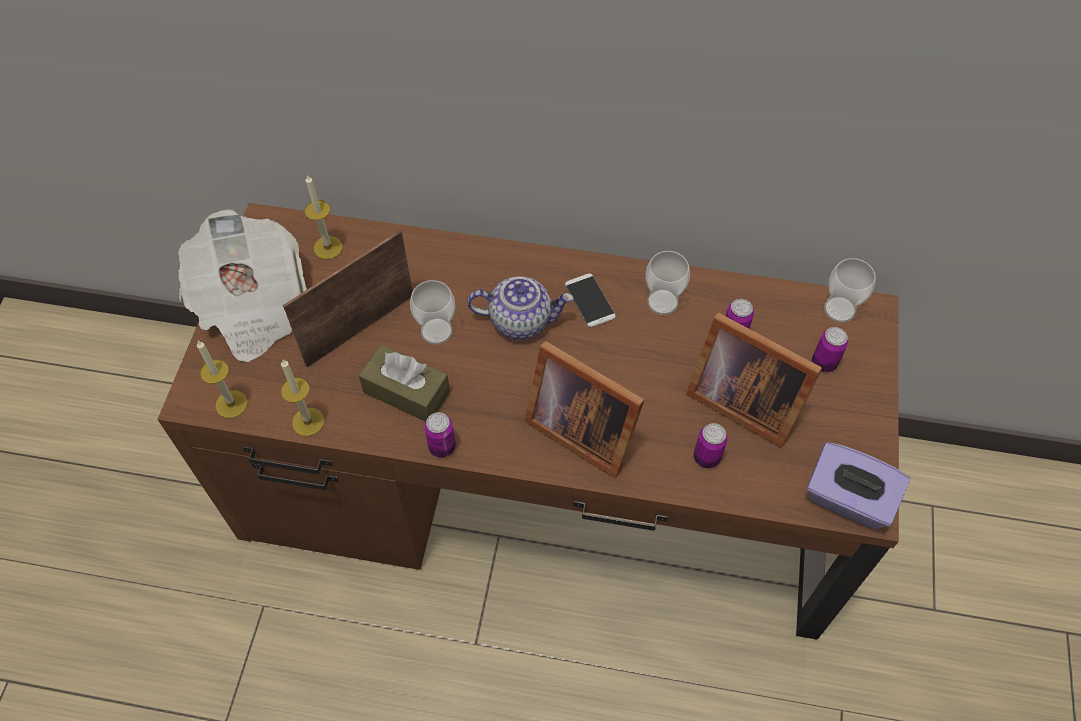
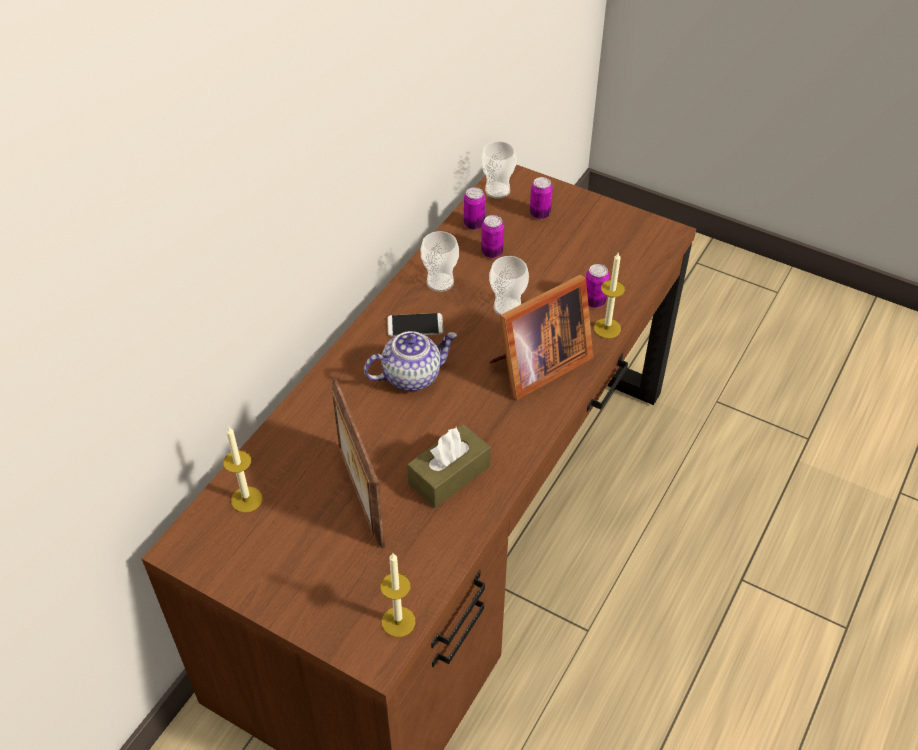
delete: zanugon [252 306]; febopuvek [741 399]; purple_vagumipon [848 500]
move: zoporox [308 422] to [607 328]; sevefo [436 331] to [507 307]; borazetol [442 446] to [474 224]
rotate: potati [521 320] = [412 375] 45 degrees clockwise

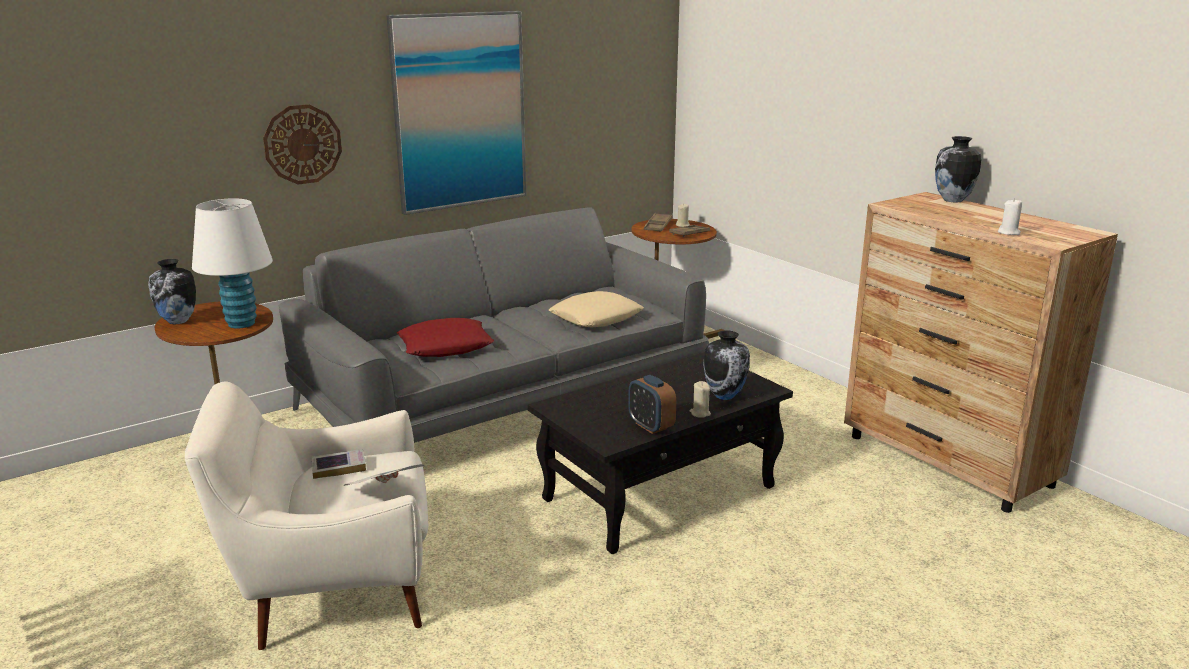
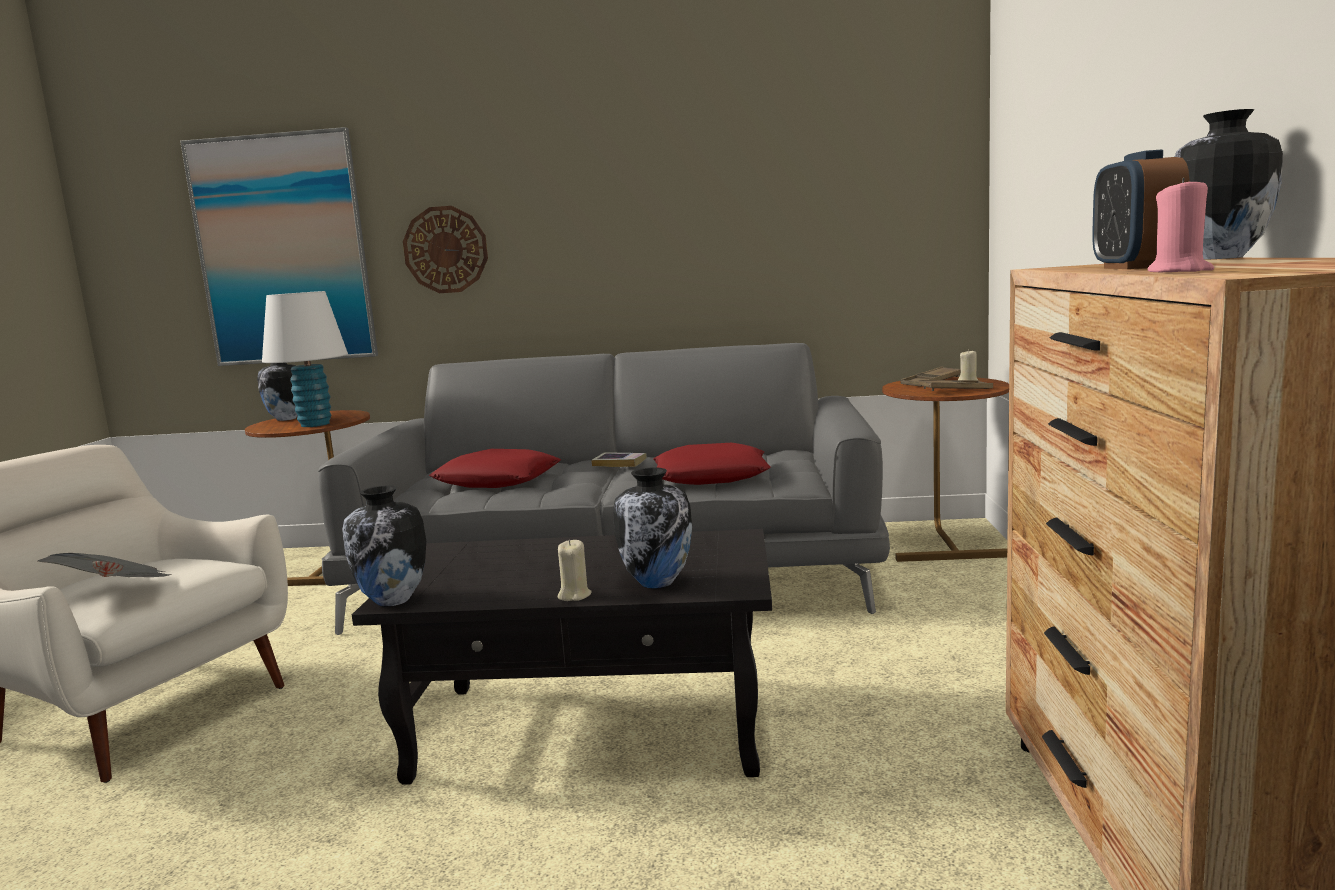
insert: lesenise [393 601]
move: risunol [339 467] to [619 463]; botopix [460 111] to [283 250]; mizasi [651 426] to [1135 267]
recolor: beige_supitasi [596 317] to red_supitasi [711 476]; white_zoporox [1009 233] to pink_zoporox [1179 271]

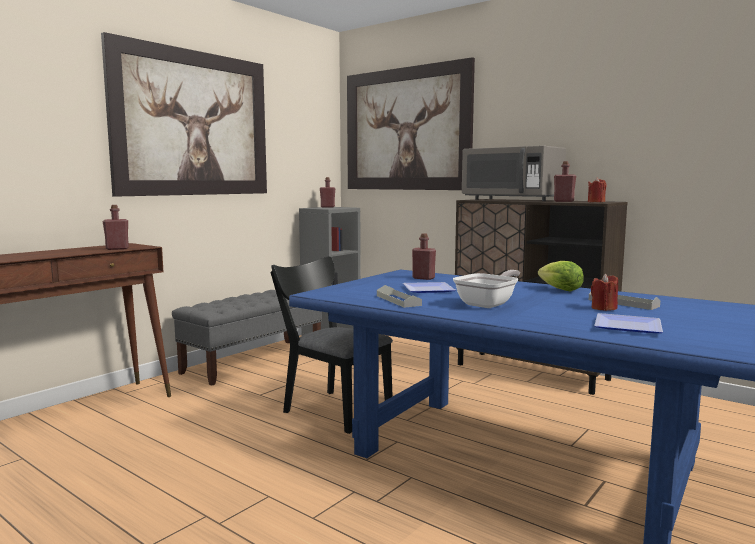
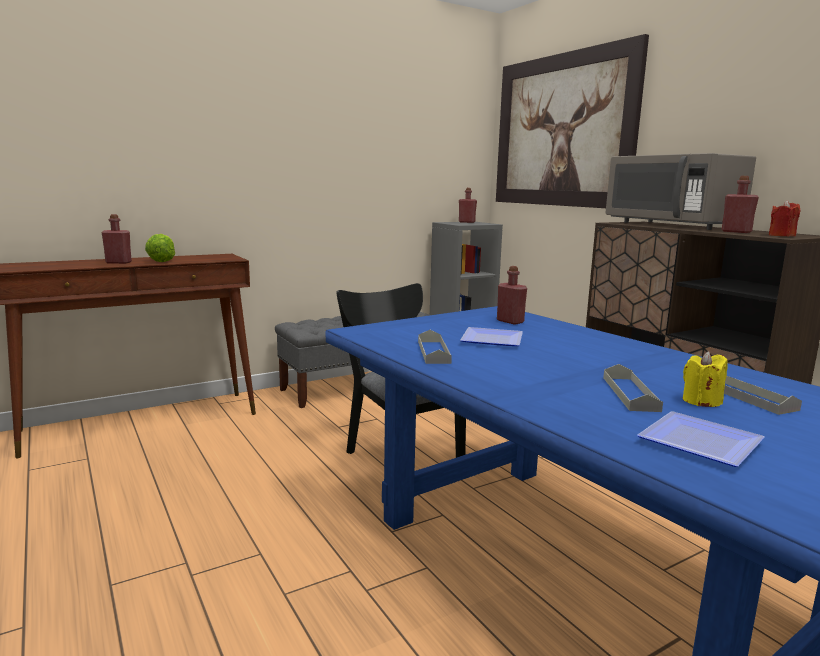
delete: botopix [193 124]; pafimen [489 304]
insert: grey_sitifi [630 393]
move: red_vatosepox [117 249] to [118 262]; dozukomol [560 290] to [162 261]
recolor: red_zoporox [603 308] to yellow_zoporox [701 401]

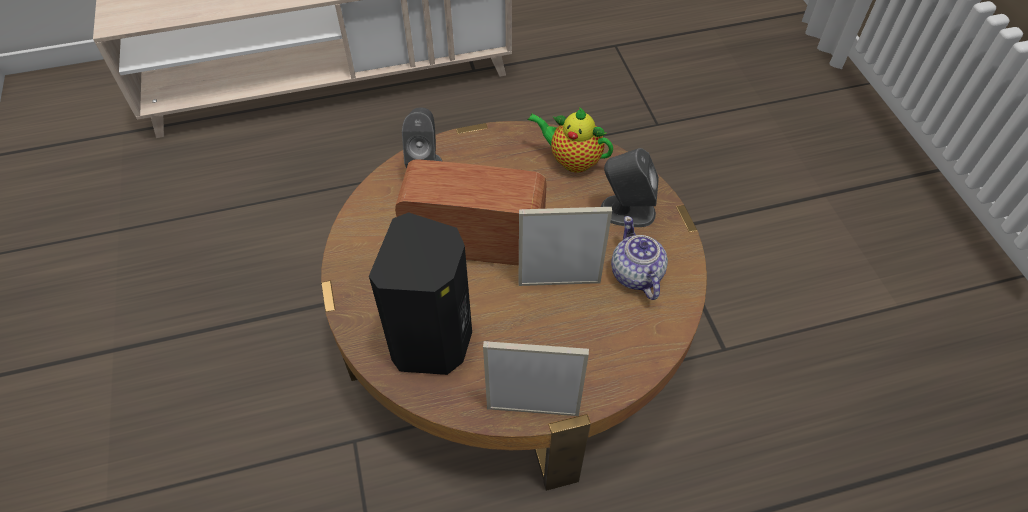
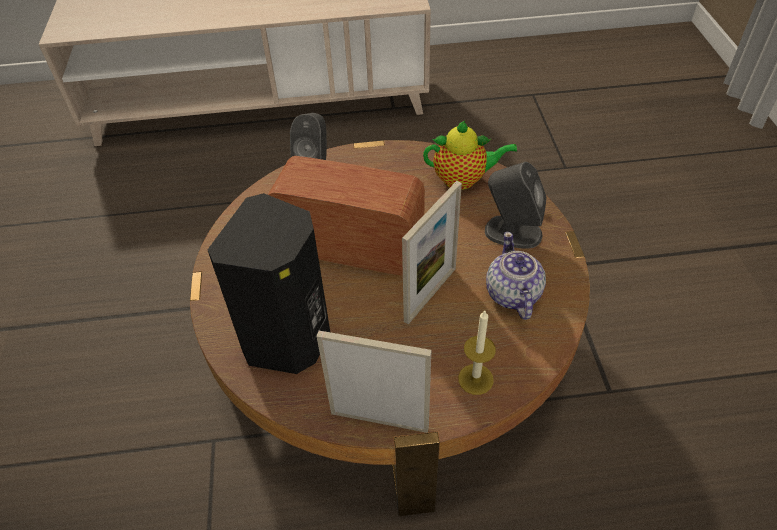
insert: zoporox [475 379]
rotate: febopuvek [559 282] = [430 294] 120 degrees clockwise; potati [572 160] = [463 180] 150 degrees clockwise

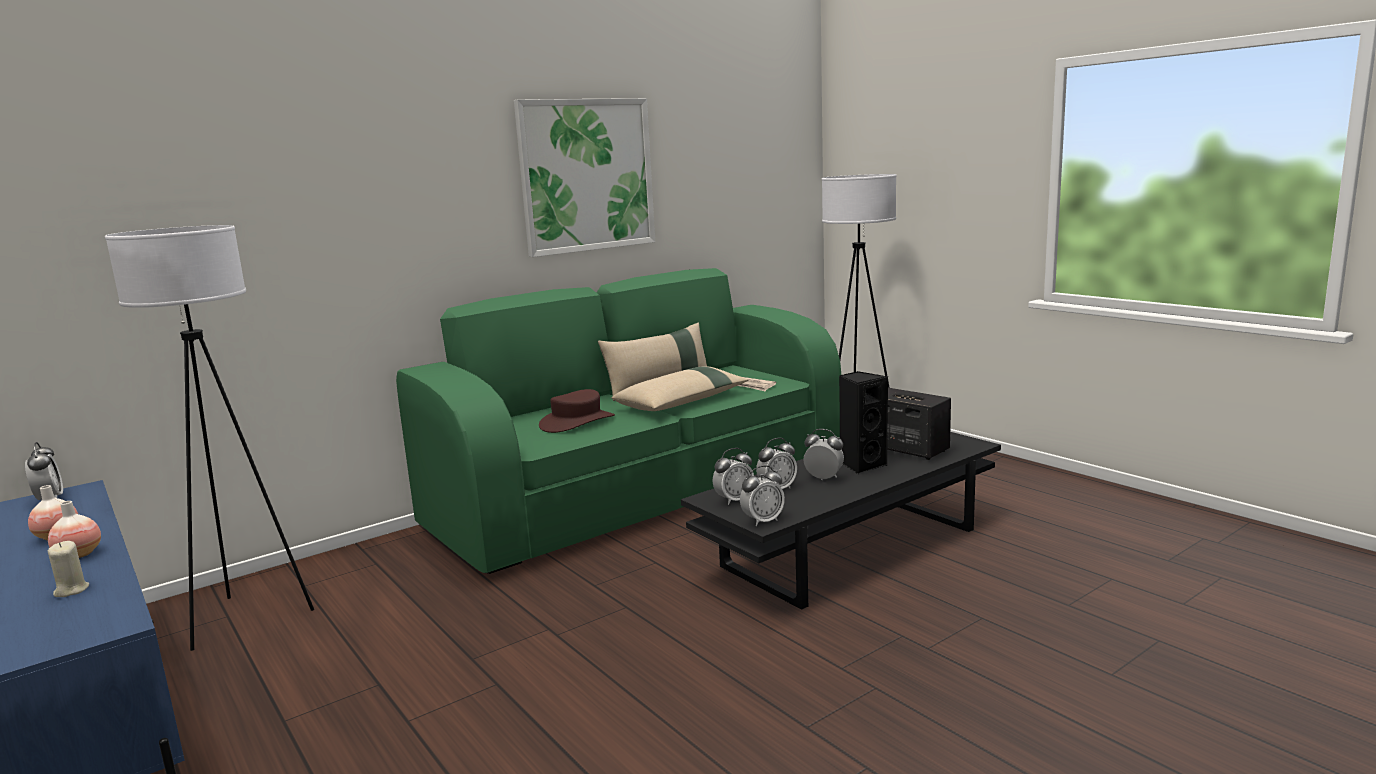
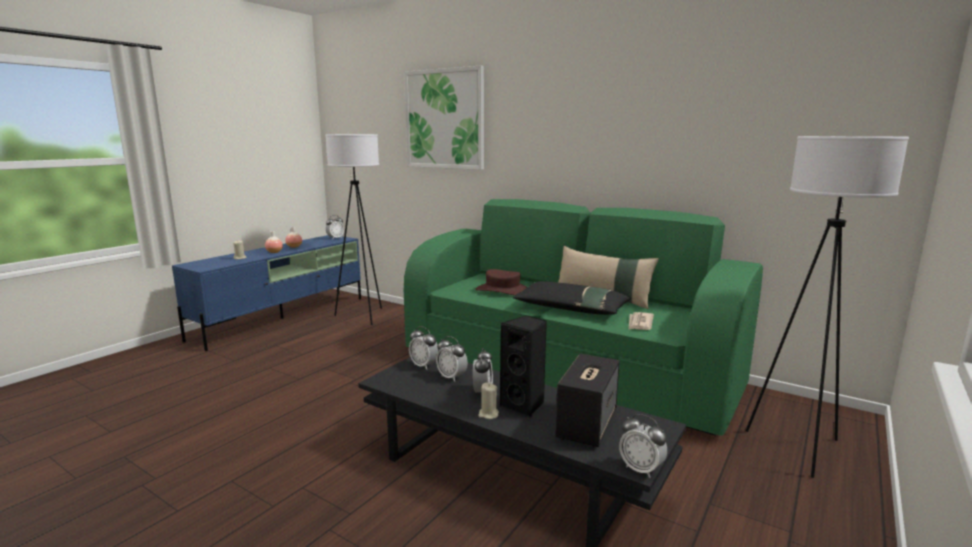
insert: beige_zoporox [488 414]
move: botopix [587 175] to [444 119]; mizasi [762 521] to [641 469]
recolor: beige_supitasi [682 402] to black_supitasi [571 309]

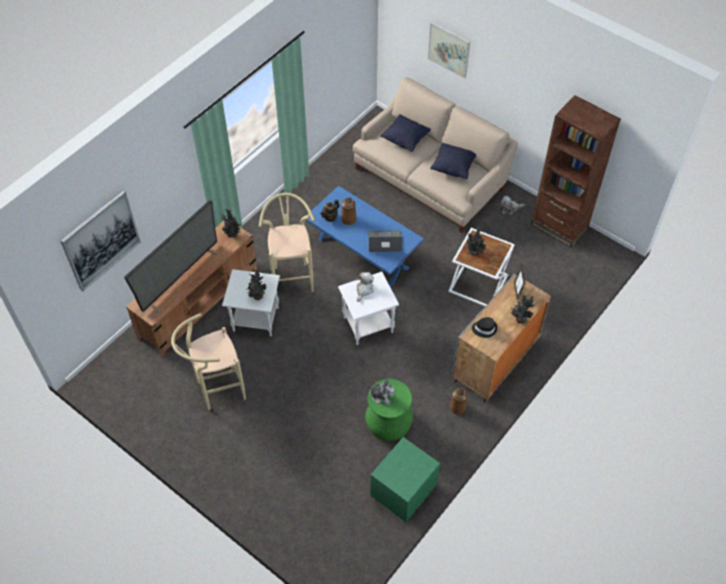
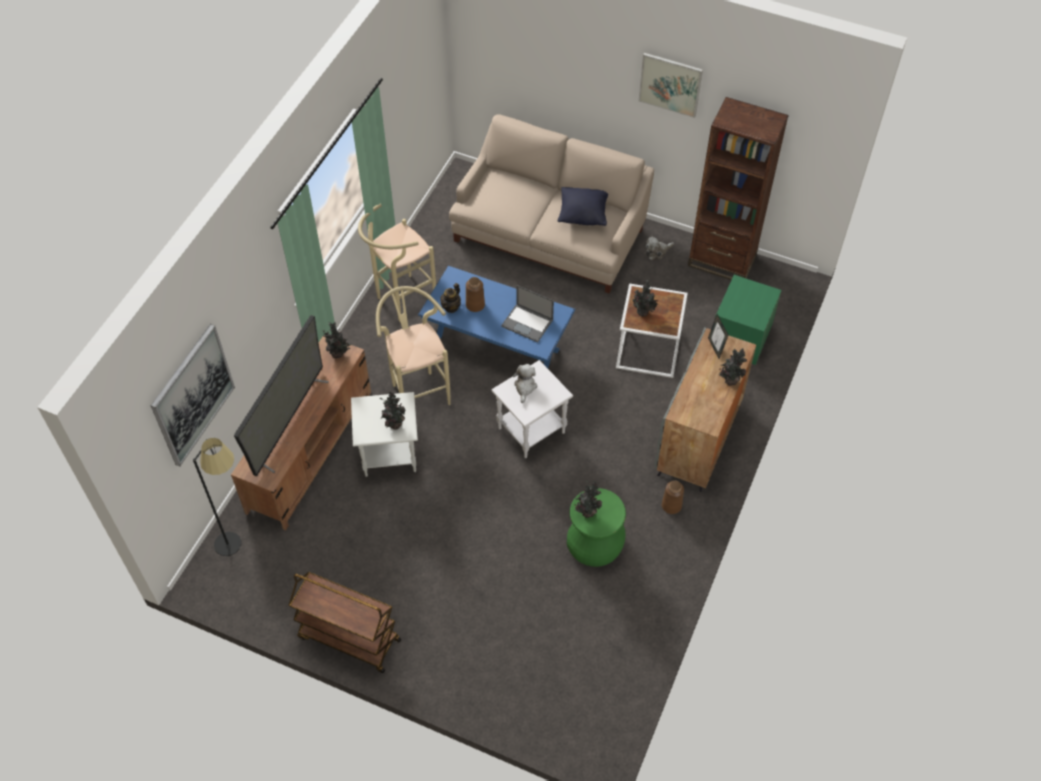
delete: black_supitasi [405 140]; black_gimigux [484 328]
insert: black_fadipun [240 545]; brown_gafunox [348 639]
move: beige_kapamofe [216 391] to [401 302]; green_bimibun [403 491] to [741 338]; botopix [449 49] to [670 84]
replace: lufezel [381 395] to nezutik [587 511]
rotate: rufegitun [384 242] = [528 323] 135 degrees counterclockwise

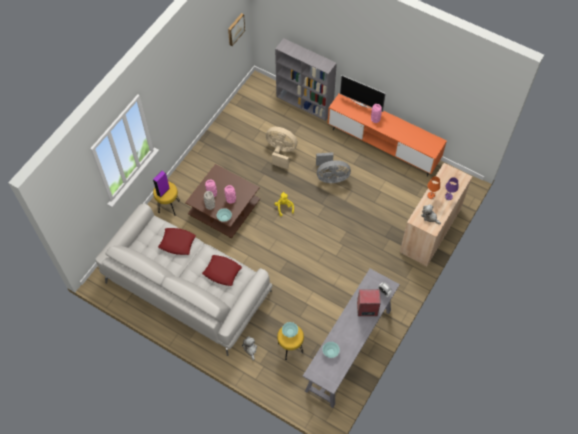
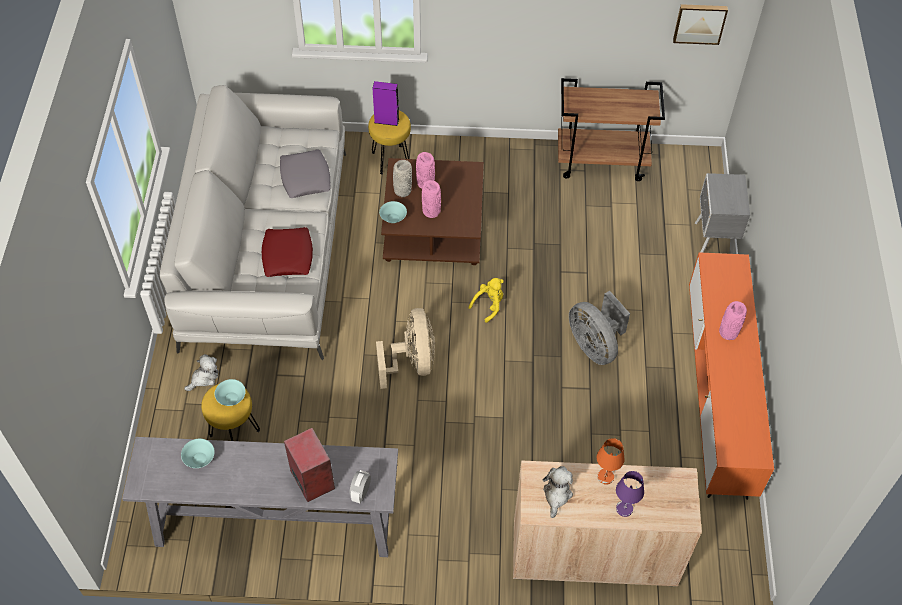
delete: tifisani [361 103]
insert: brown_gafunox [602 161]
move: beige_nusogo [281 152] to [412 362]
replace: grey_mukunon [305 103] to grey_bimibun [712 242]
recolor: red_supitasi [177 243] to grey_supitasi [305 177]

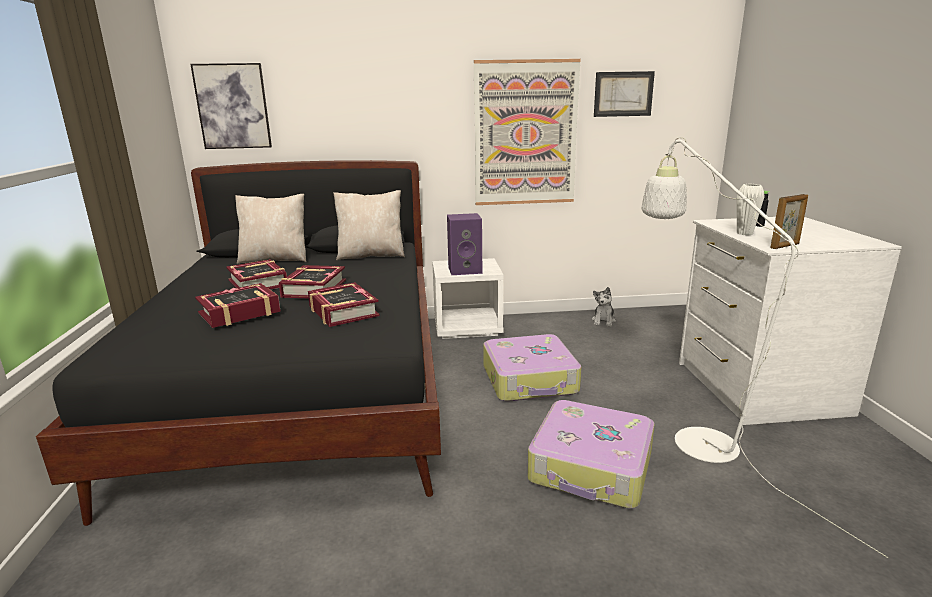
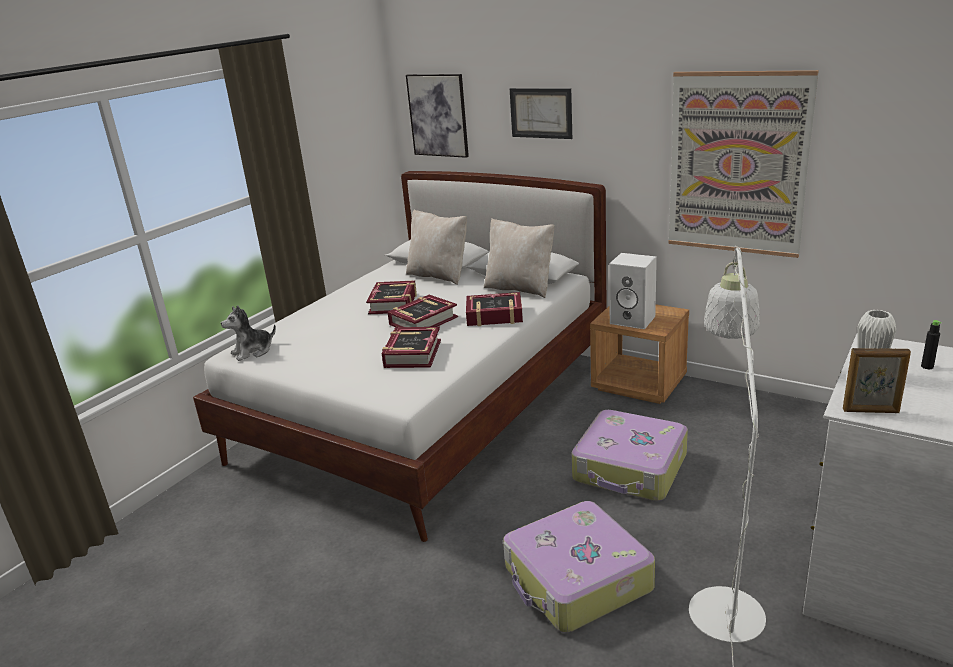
move: risunol [239 312] to [494 316]; lufezel [603 321] to [253 352]; botopix [623 94] to [541 113]
recolor: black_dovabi [304 392] to white_dovabi [426 409]; white_bimibun [467 327] to brown_bimibun [639 384]; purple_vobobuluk [465 270] to white_vobobuluk [634 320]

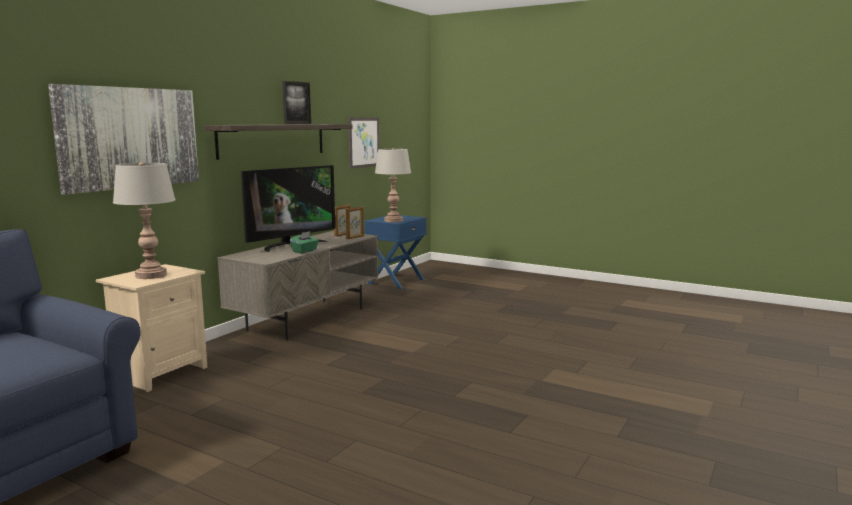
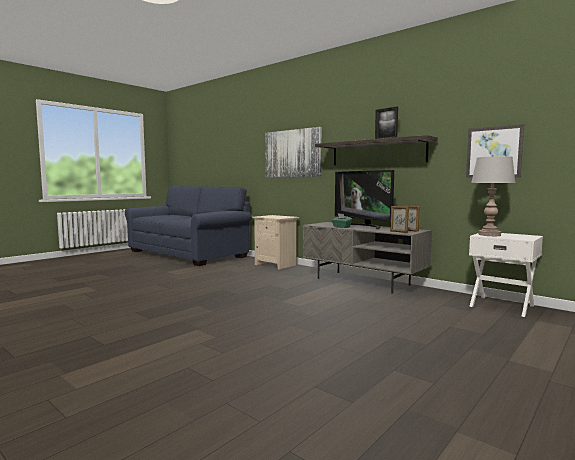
delete: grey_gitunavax [151 275]
recolor: blue_bimibun [395 281] to white_bimibun [502 305]

